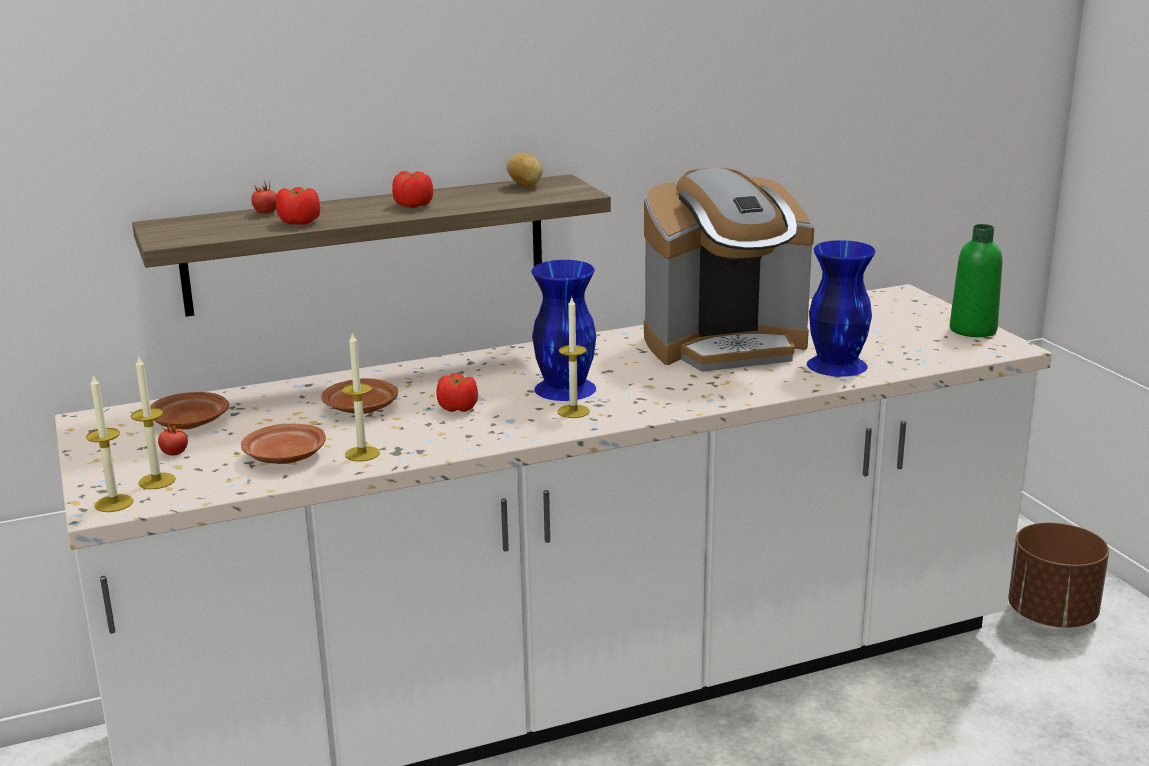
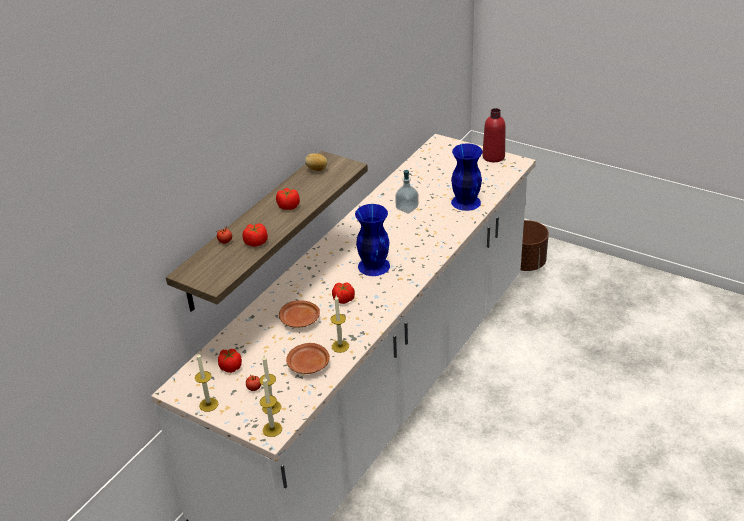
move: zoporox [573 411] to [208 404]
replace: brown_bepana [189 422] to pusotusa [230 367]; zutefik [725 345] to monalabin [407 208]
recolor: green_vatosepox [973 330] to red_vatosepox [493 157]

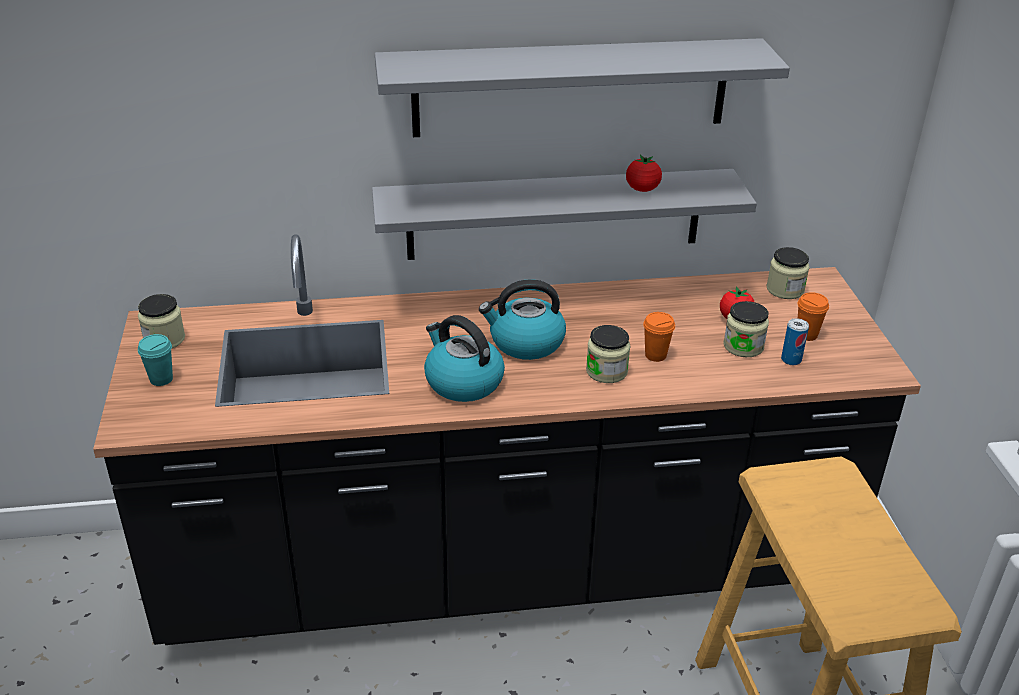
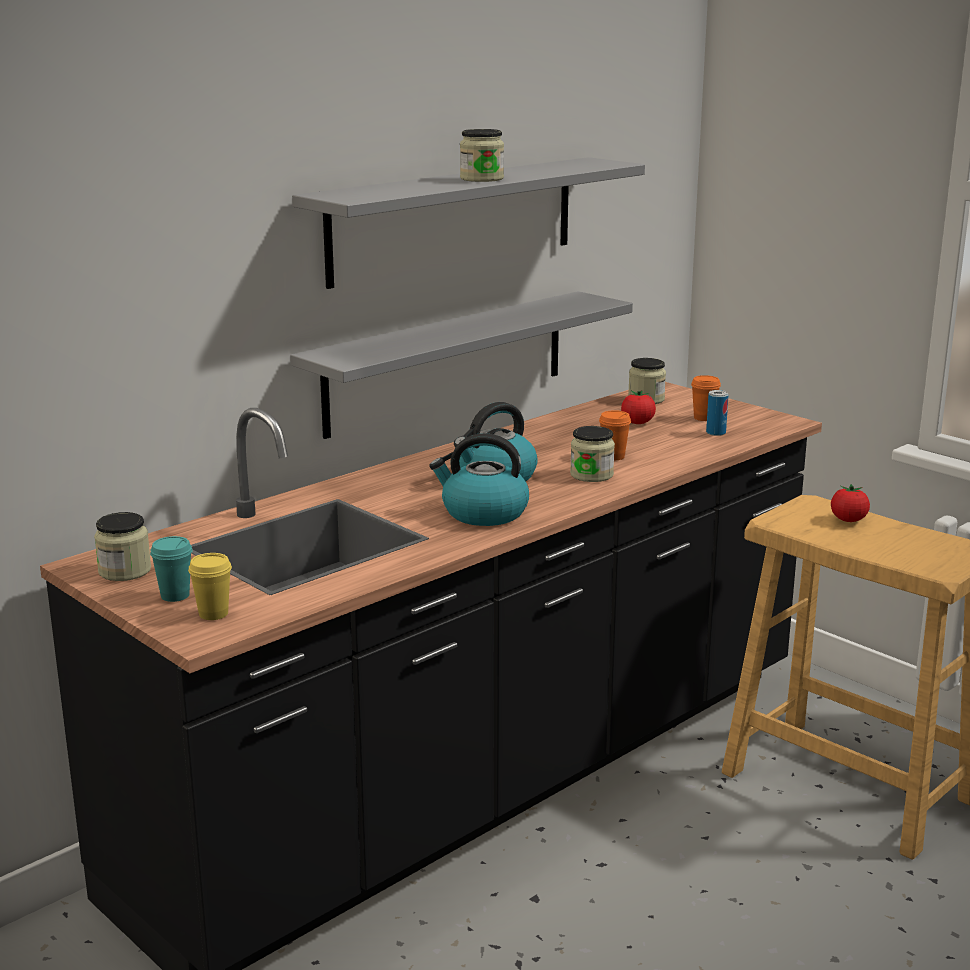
insert: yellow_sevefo [213 614]
move: pusotusa [642 189] to [848 520]; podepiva [743 346] to [481 179]

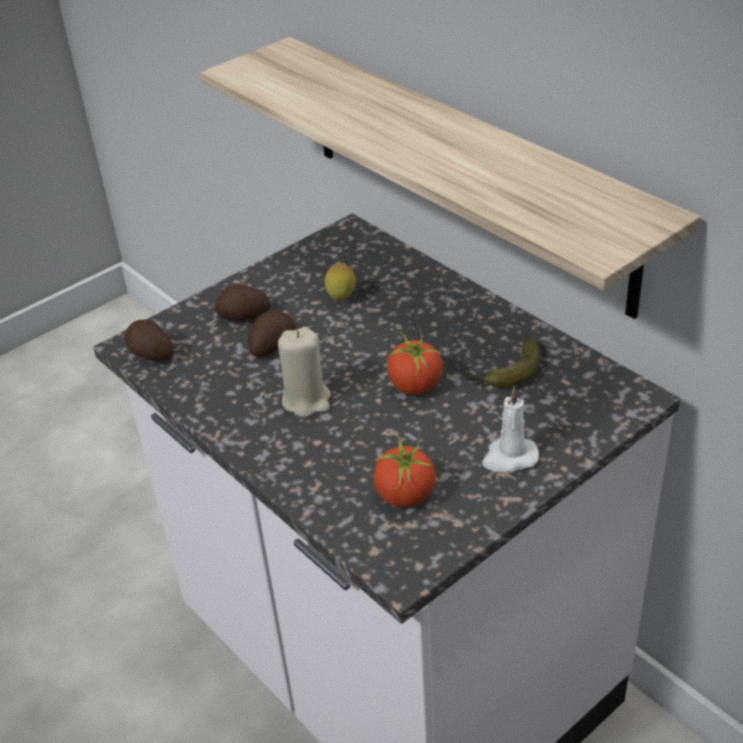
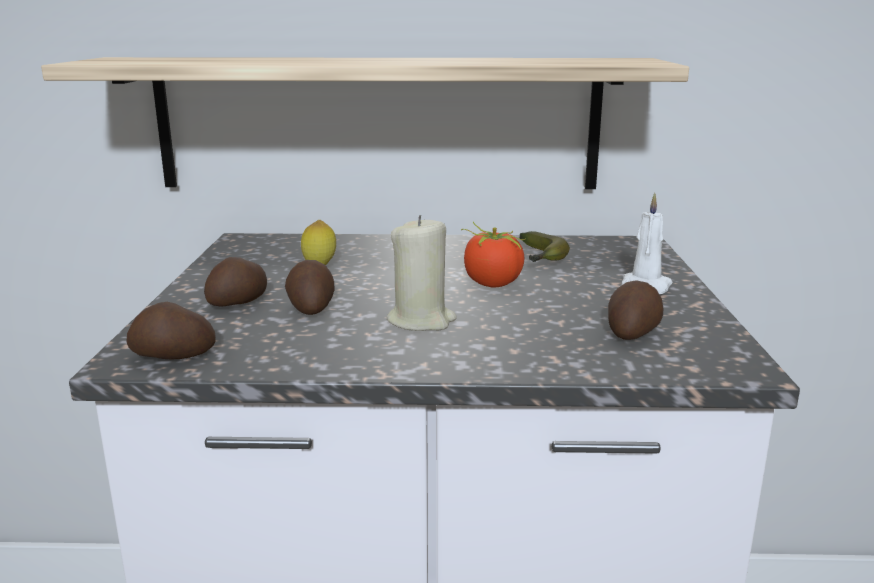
replace: pusotusa [405 495] to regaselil [631 331]

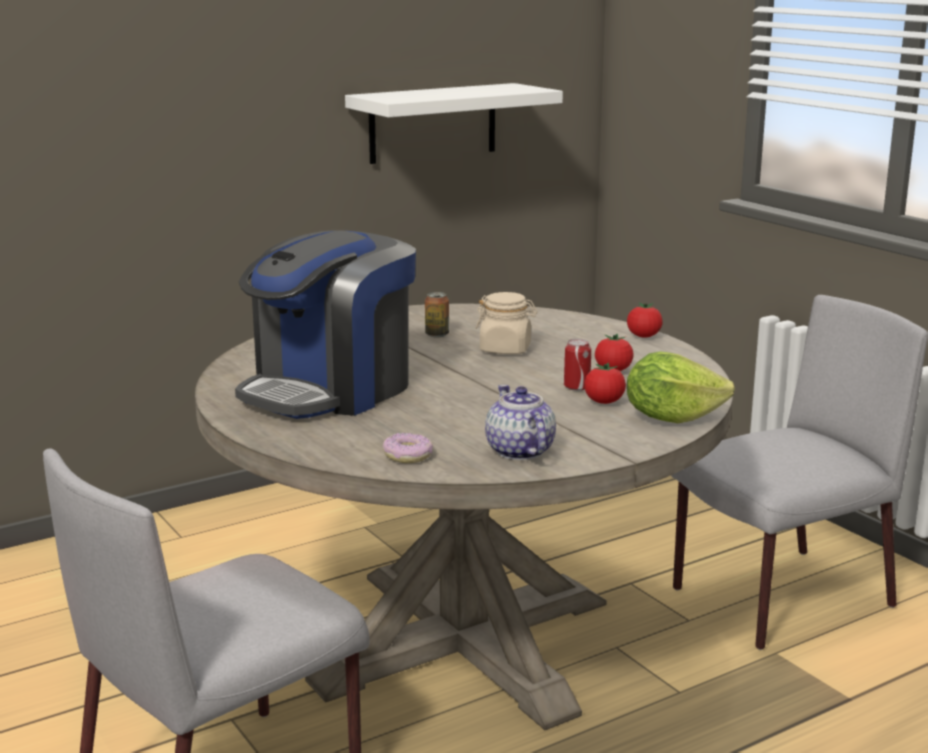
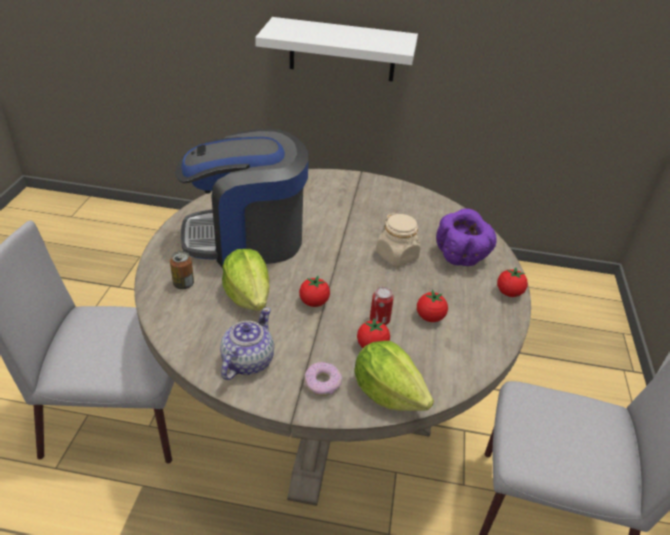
insert: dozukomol [248 296]; pusotusa [314 302]; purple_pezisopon [462 256]
move: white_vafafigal [433 123] to [342 50]; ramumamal [408 455] to [322 383]; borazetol [437 334] to [183 284]

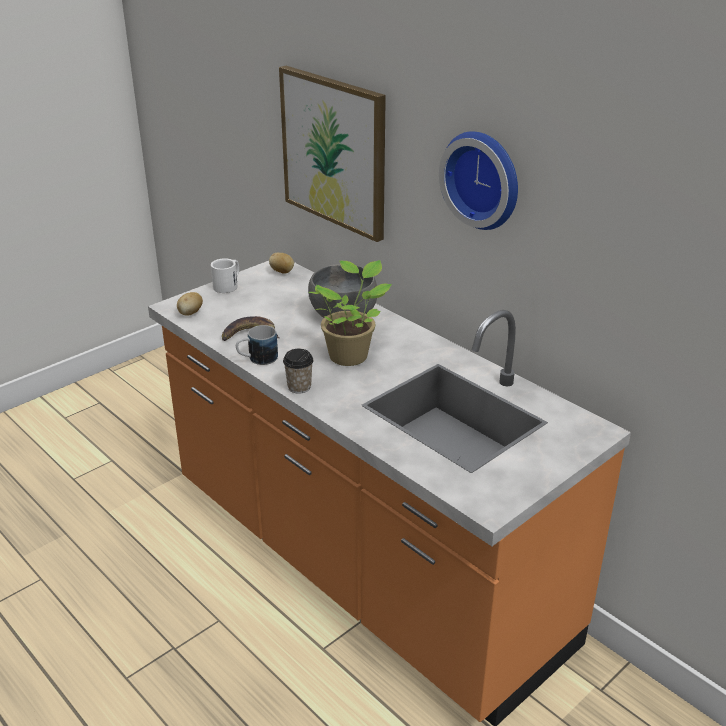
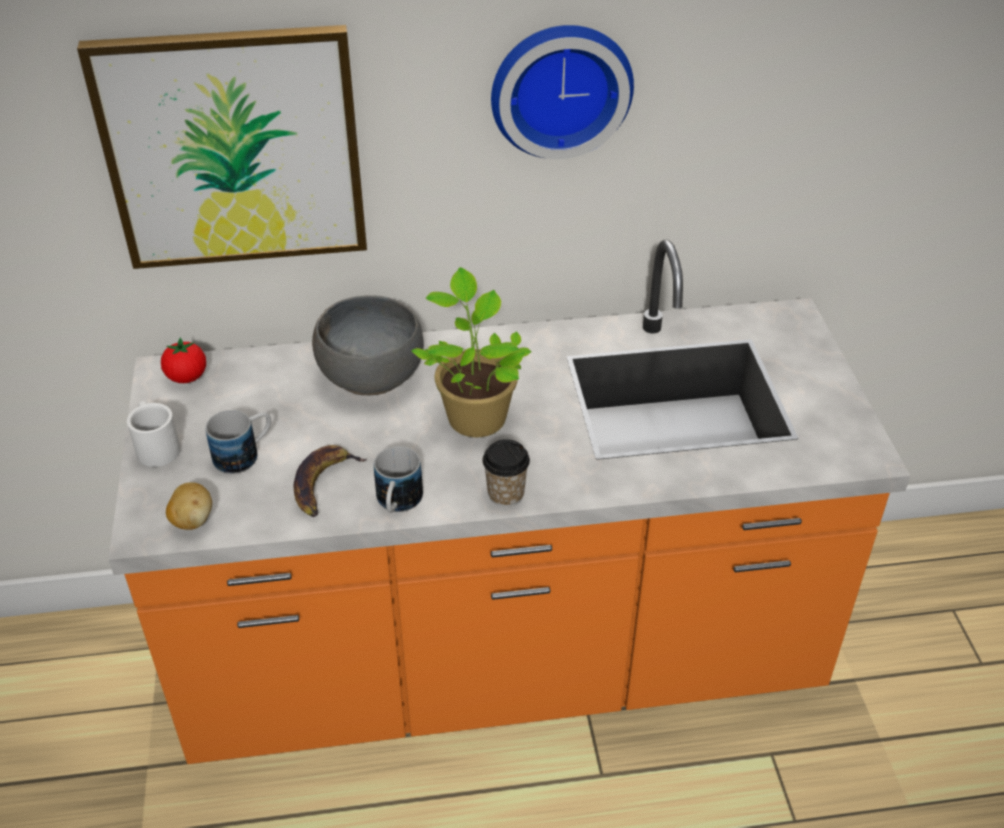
insert: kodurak [245 454]
replace: regaselil [282 272] to pusotusa [187 377]

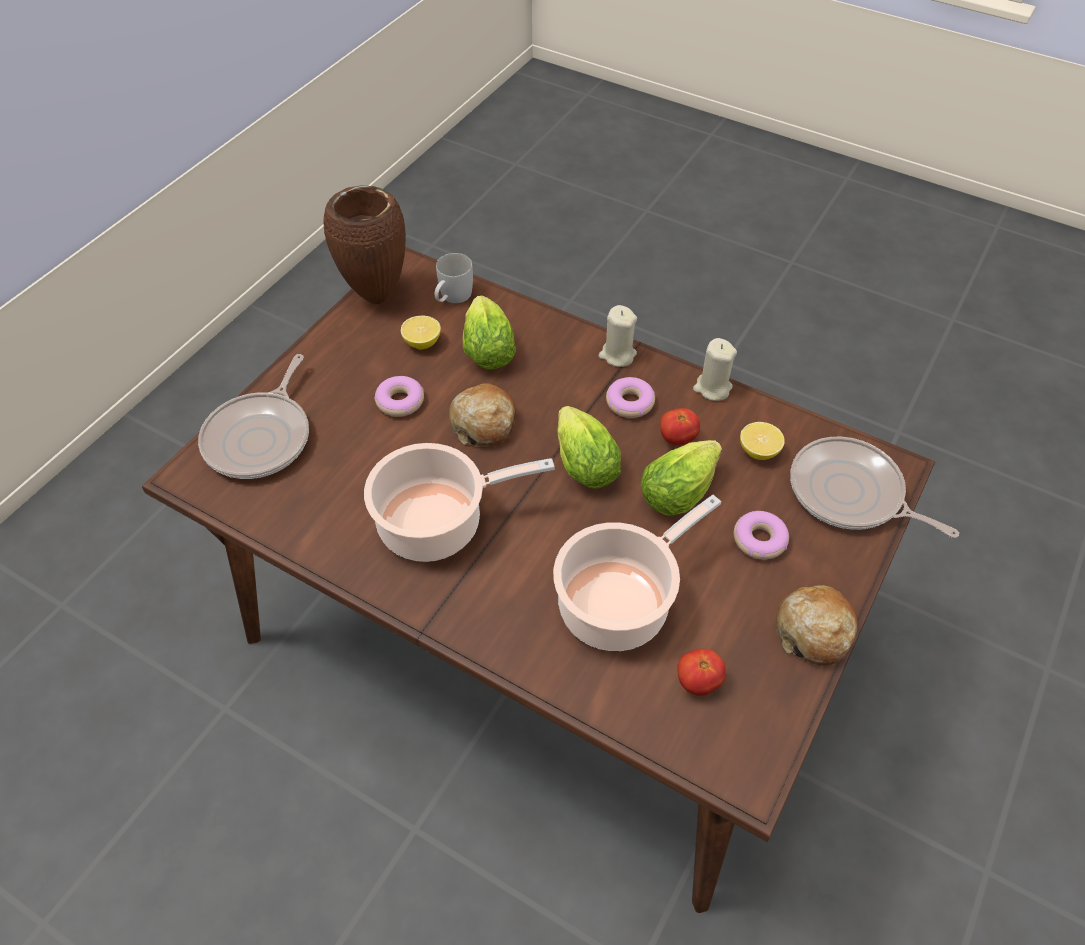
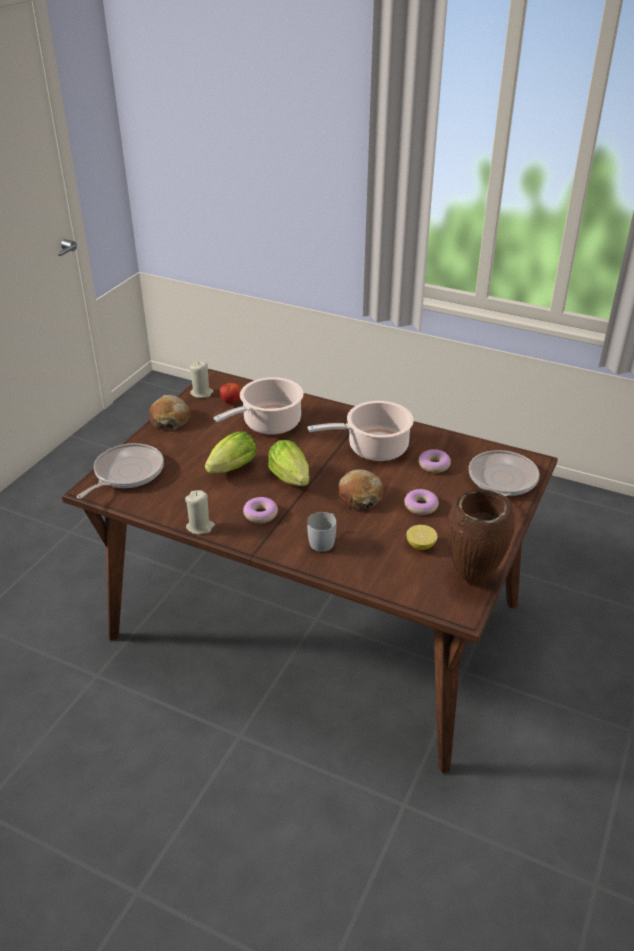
delete: dozukomol [487 347]; pusotusa [677 438]; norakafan [758 451]
move: white_kodurak [452 298] to [324 541]; beige_zoporox [617 355] to [202 393]; ramumamal [759 540] to [434 465]
rotate: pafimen [850 494] = [126 473] 90 degrees counterclockwise

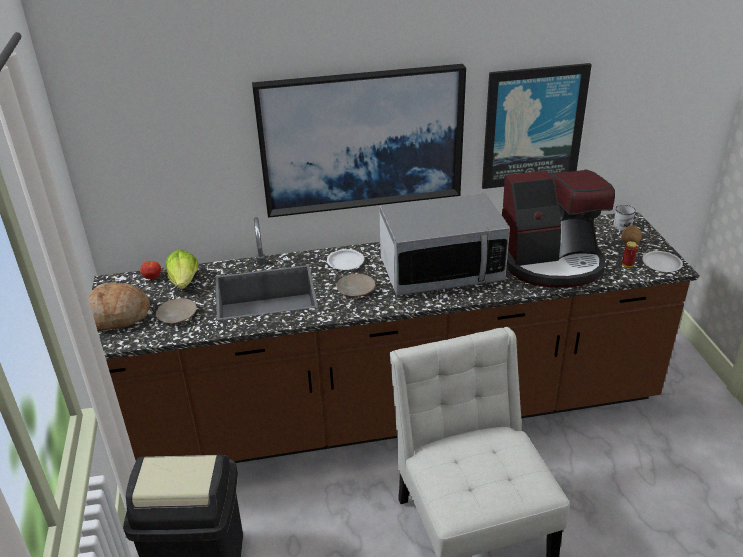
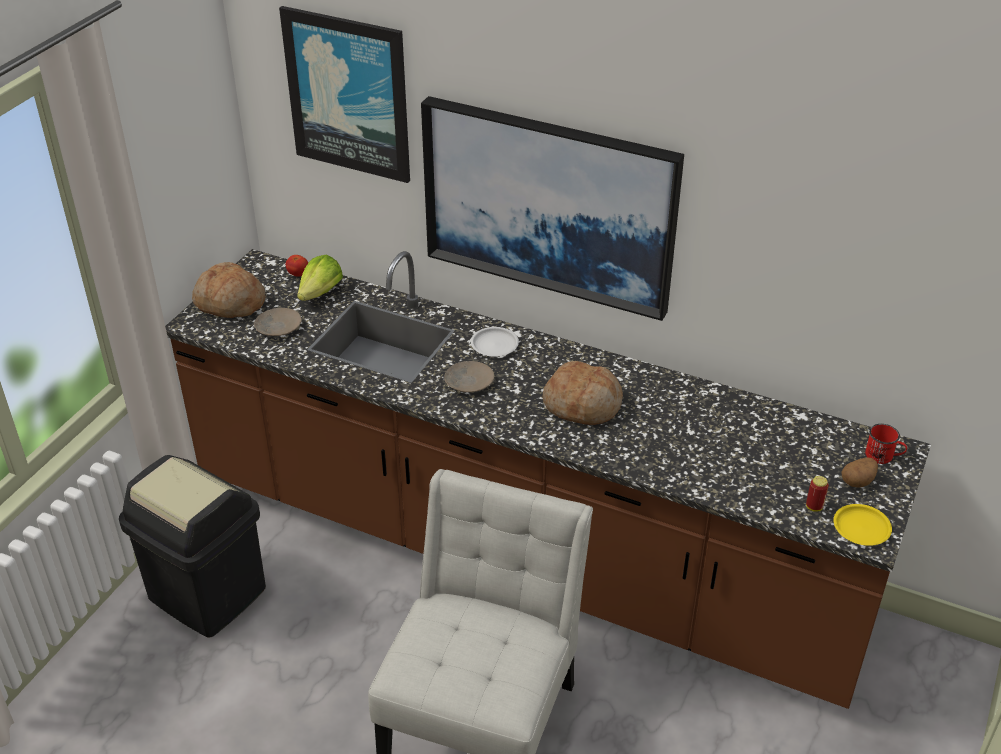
delete: zutefik [551 262]
move: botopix [533 126] to [348 94]
replace: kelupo [441 271] to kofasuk [583 404]
recolor: white_kodurak [625 226] to red_kodurak [883 456]; white_bepana [662 264] to yellow_bepana [862 528]

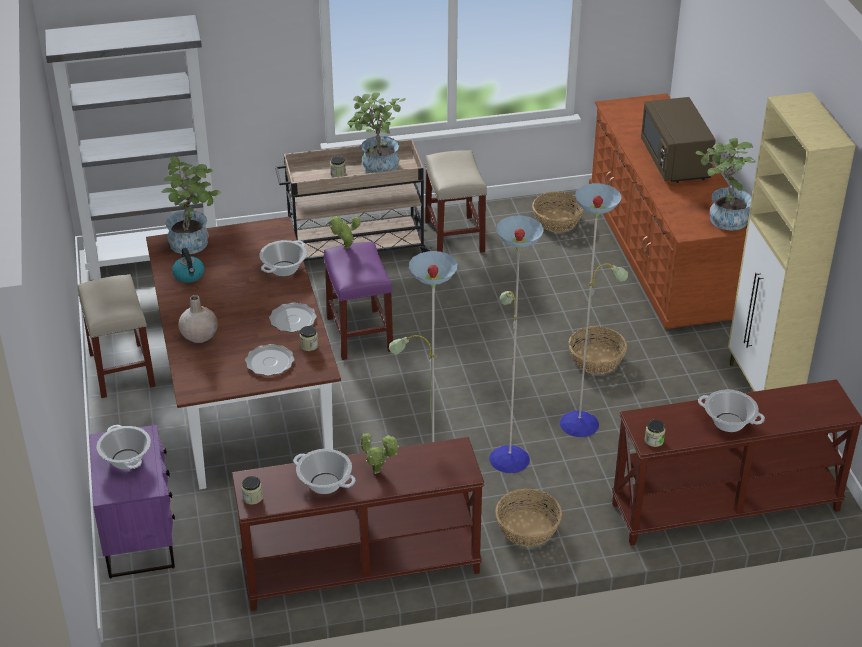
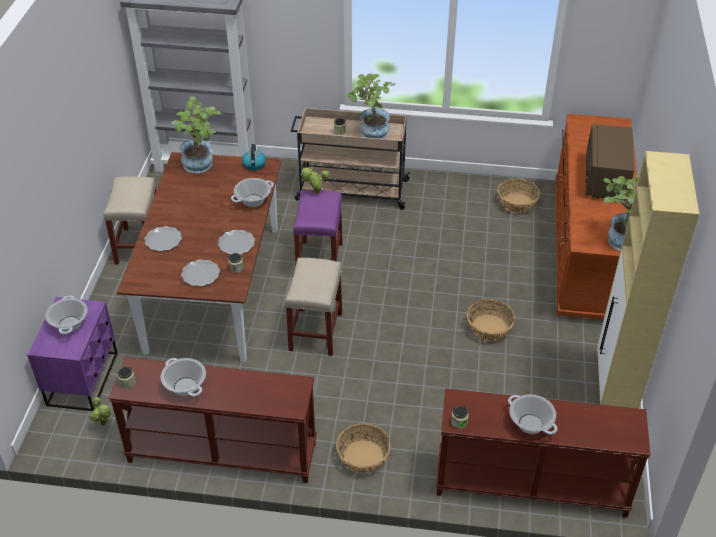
delete: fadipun [507 457]
move: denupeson [189 275] to [254 165]; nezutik [379 472] to [104 425]; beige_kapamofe [455 237] to [316 332]
replace: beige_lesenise [199 336] to bepana [163 240]

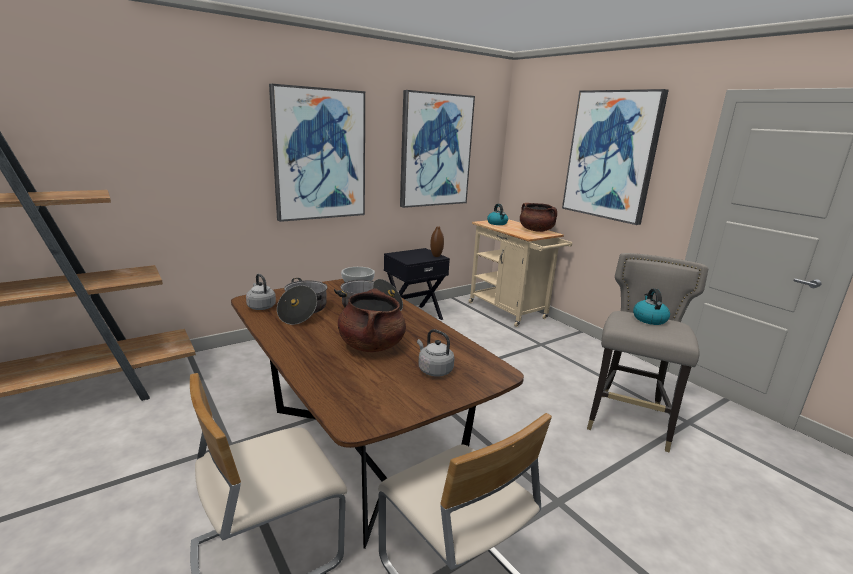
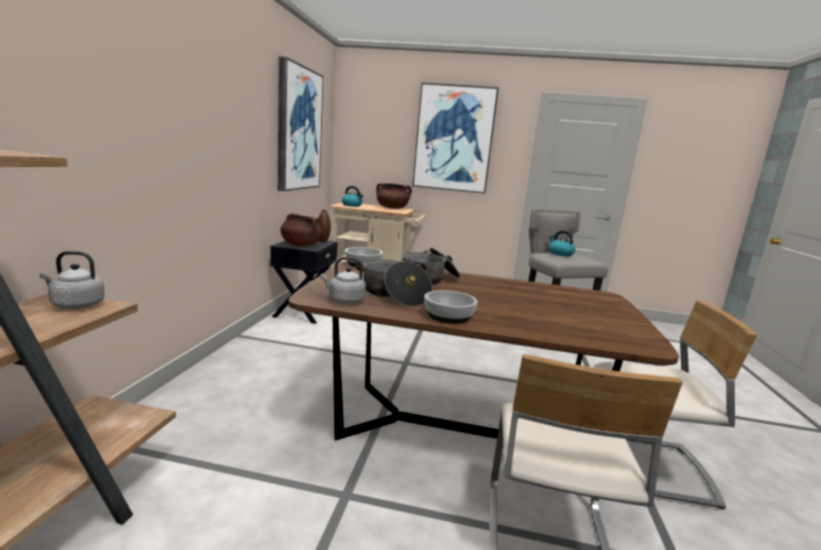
delete: botopix [319 155]
insert: pezisopon [449 316]
move: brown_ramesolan [371 345] to [300 245]; grey_denupeson [433 370] to [75 305]

